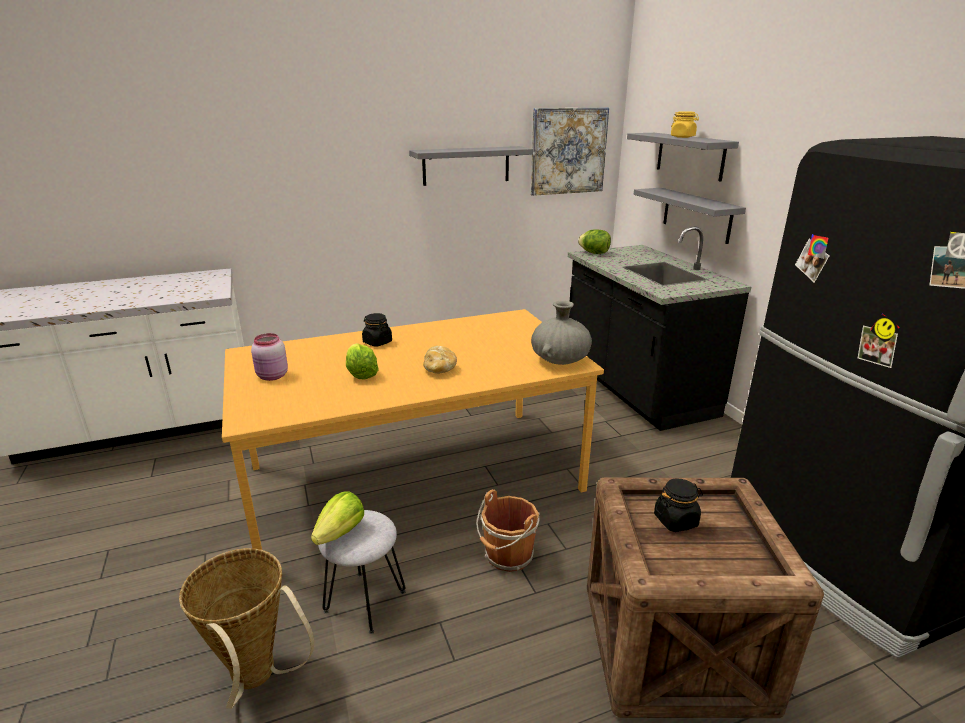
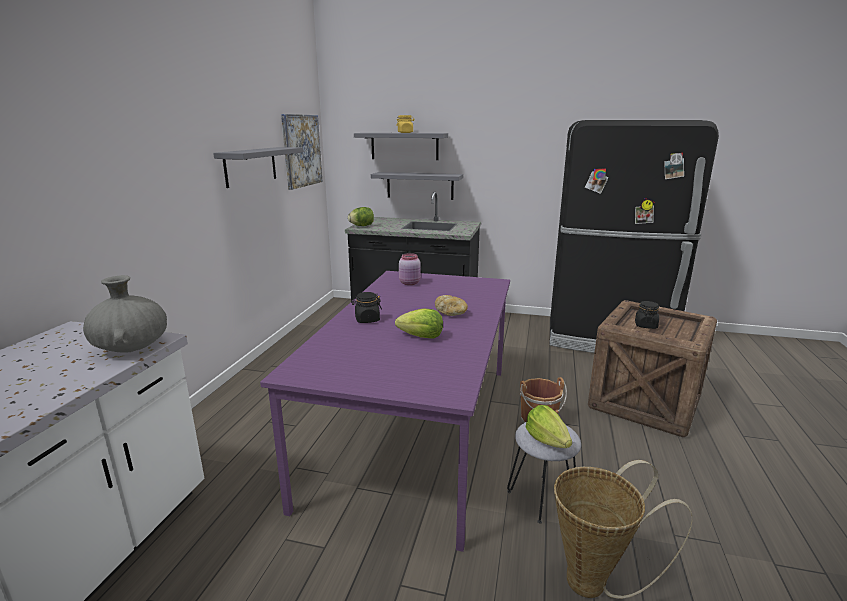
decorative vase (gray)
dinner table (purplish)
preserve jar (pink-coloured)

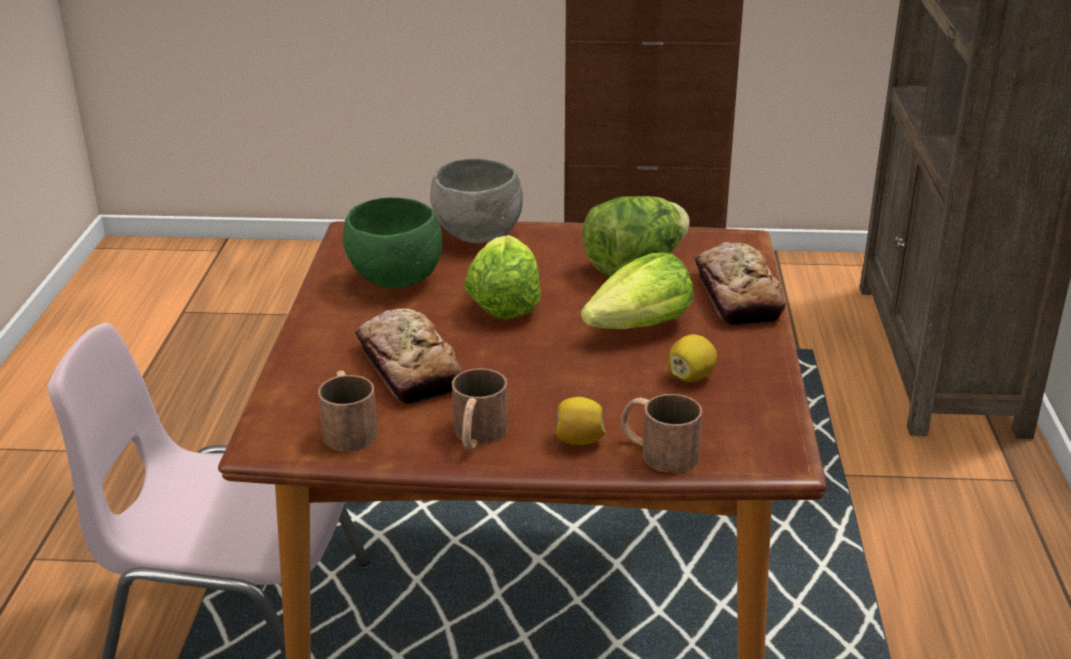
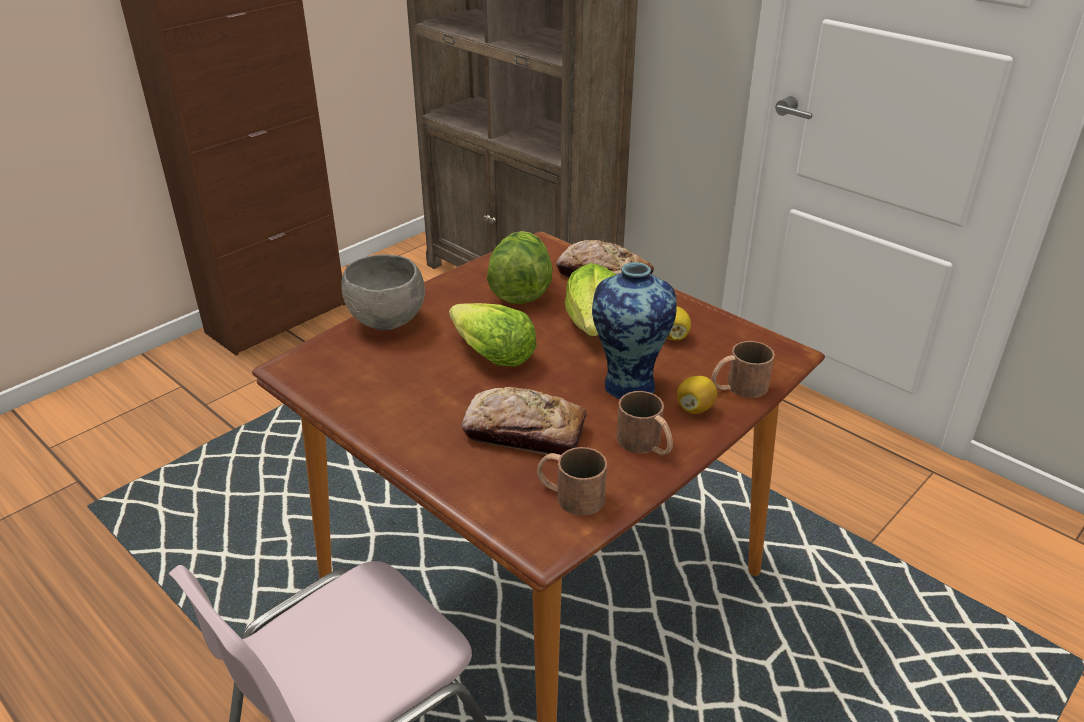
decorative vase
deep dish (green)

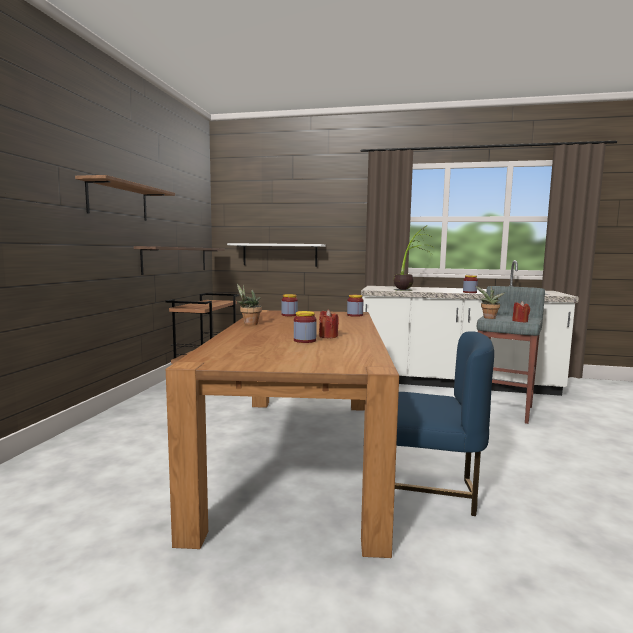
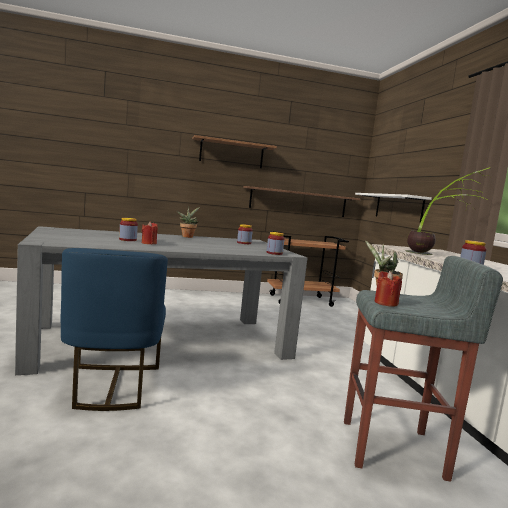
dinner table (gray)

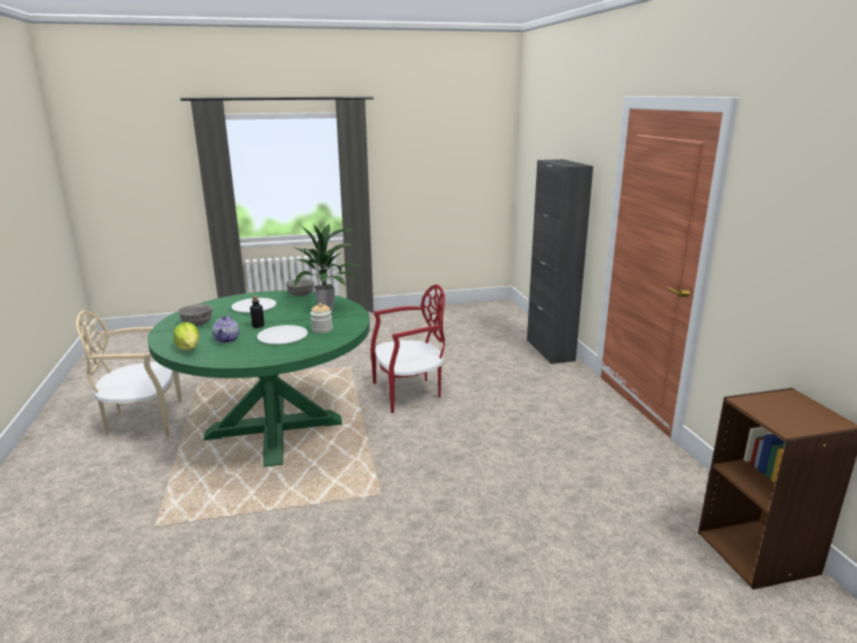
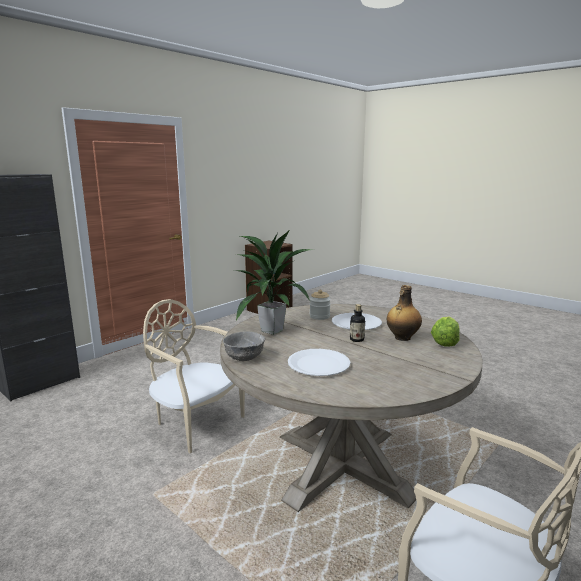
plain chair (sand-coloured) (1st from left)
dinner table (sand-coloured)
drink bottle (2nd from left)
deep dish (gray) (1st from left in the first image)

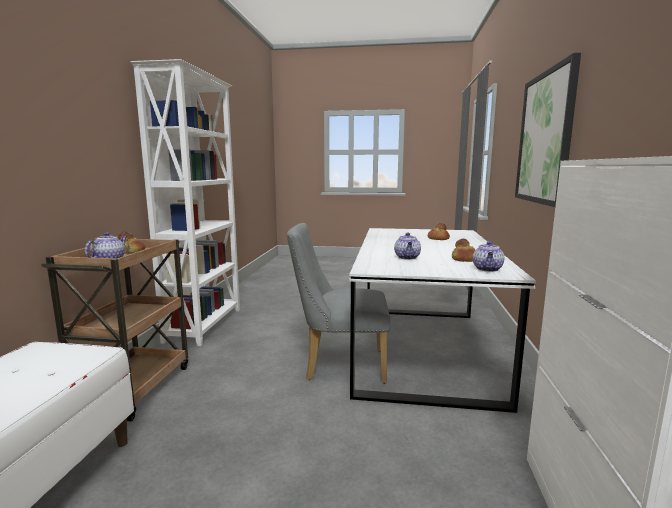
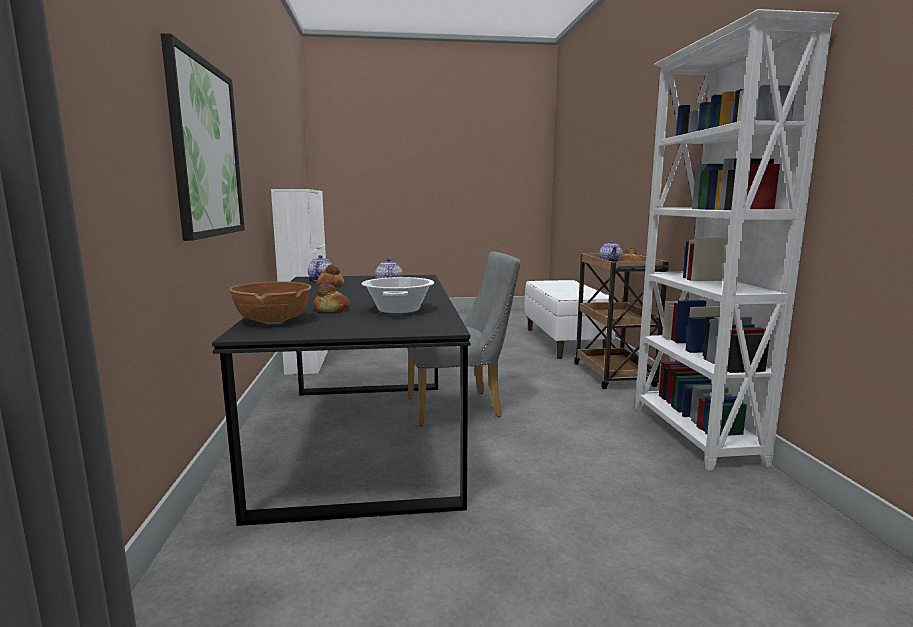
dinner table (blackish)
deep dish (brownish)
cooking pot

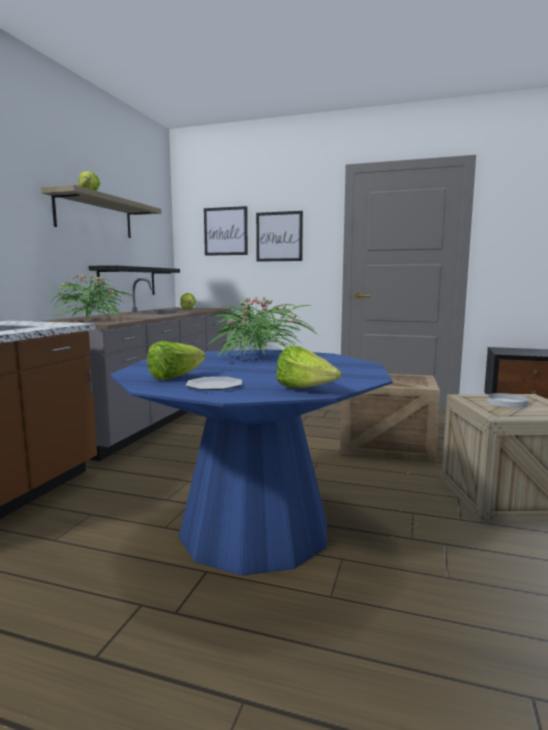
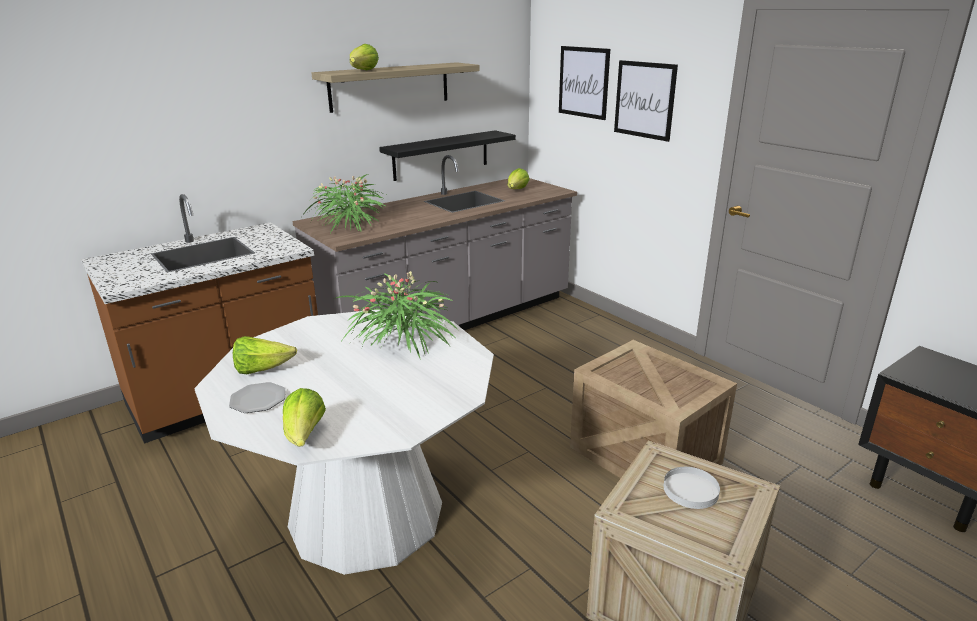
dinner table (whitish)

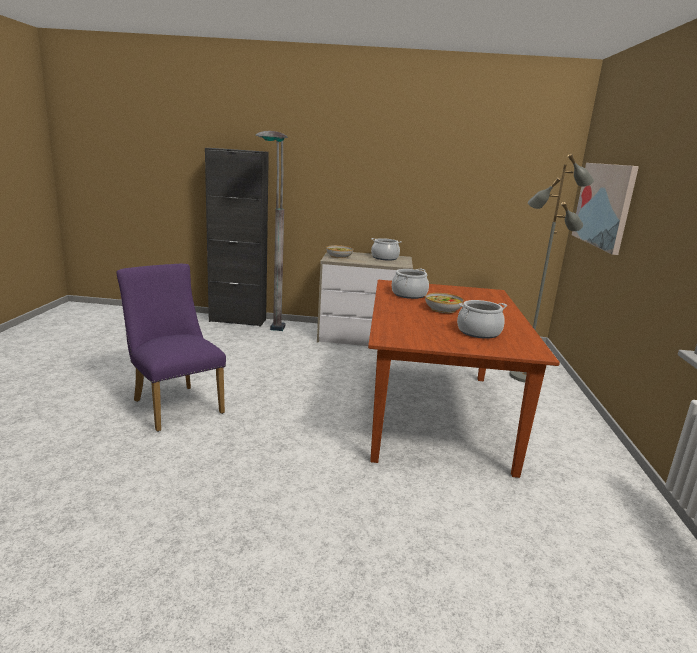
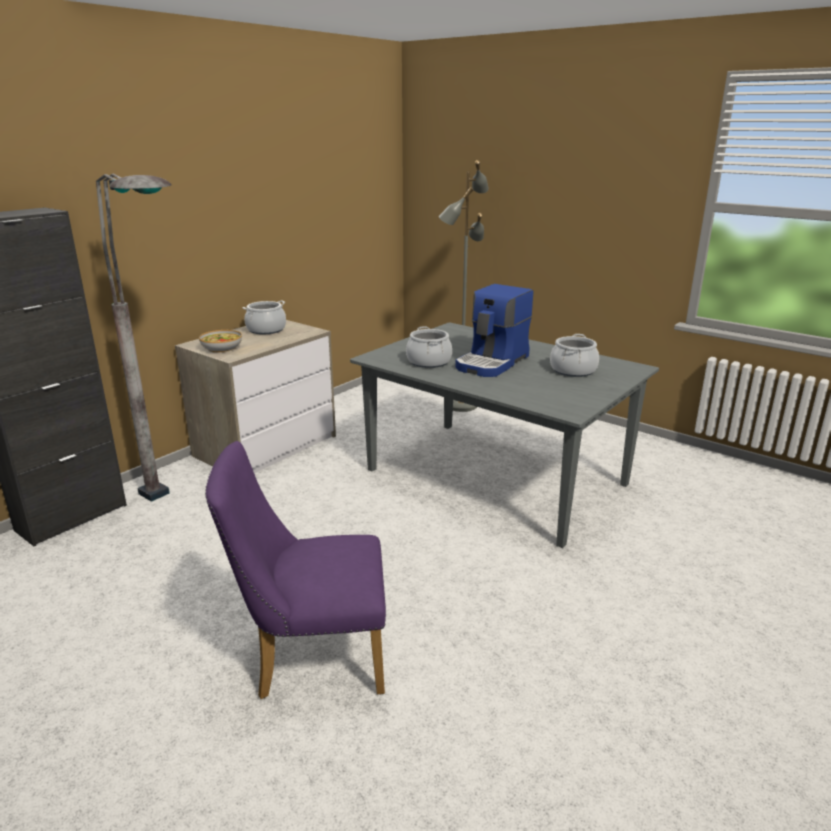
dinner table (gray)
coffee machine
wall art

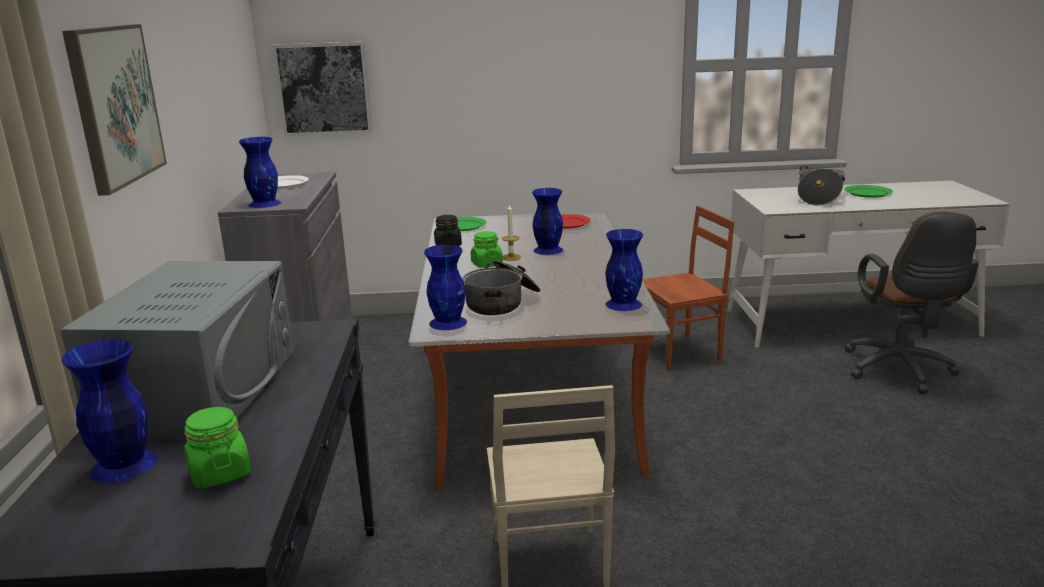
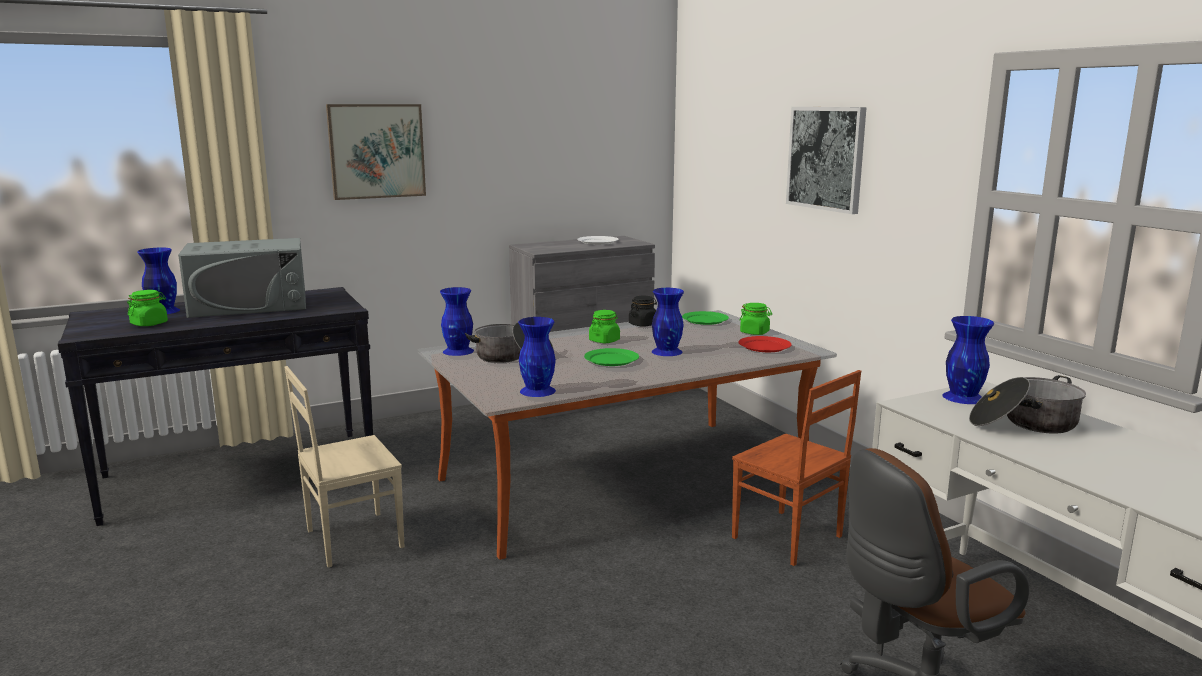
dinner plate (green) (1st from left)
preserve jar (green) (3rd from left)
wall art (2nd from left)
decorative vase (bluish) (5th from left)
candle

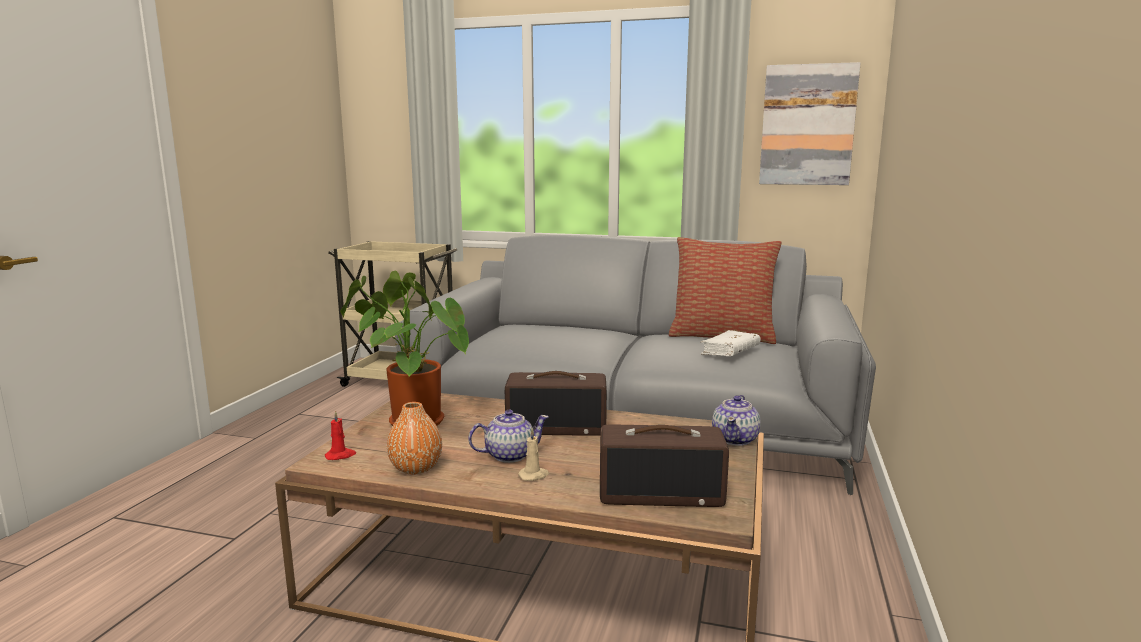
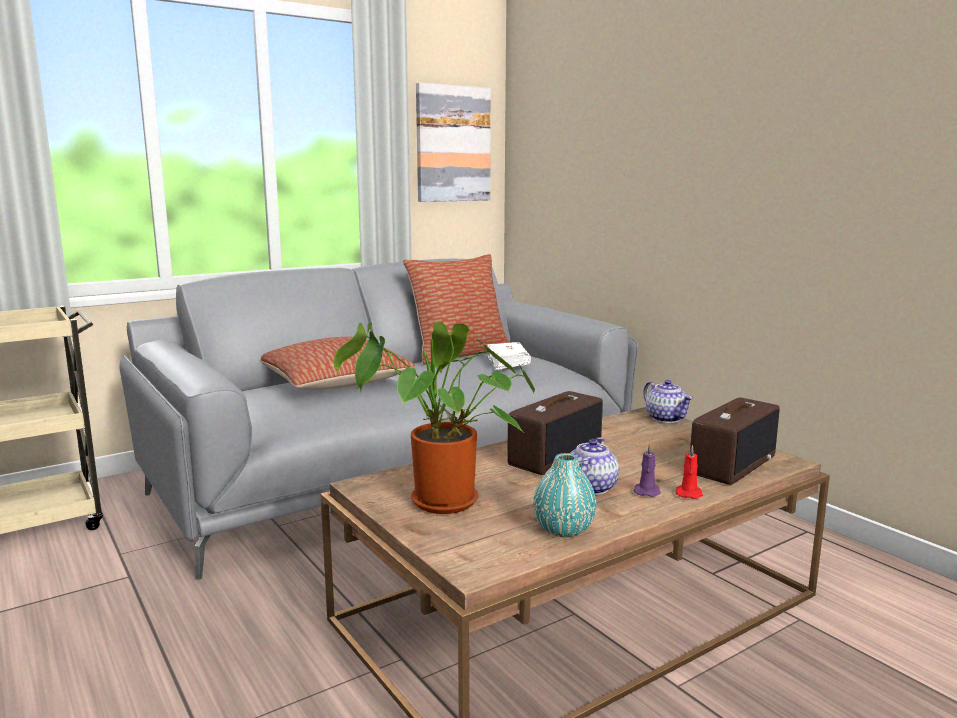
pillow (1st from left)
decorative vase (turquoise)
candle (purplish)
candle (red-coloured)

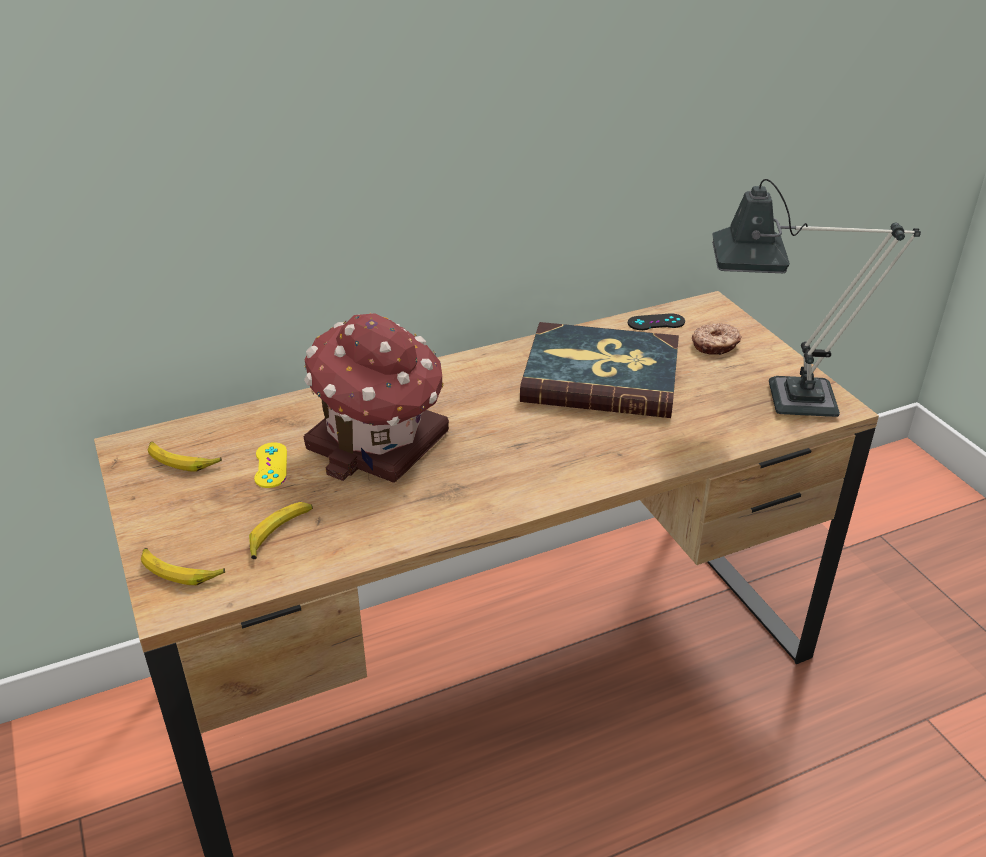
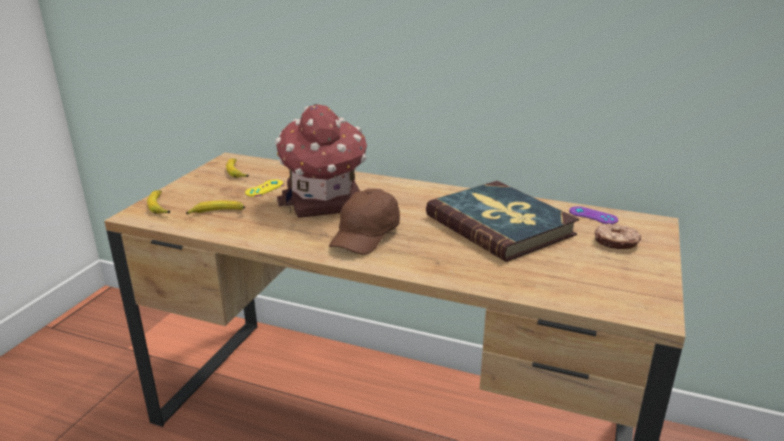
baseball cap (brownish)
game controller (purplish)
lamp for a table

